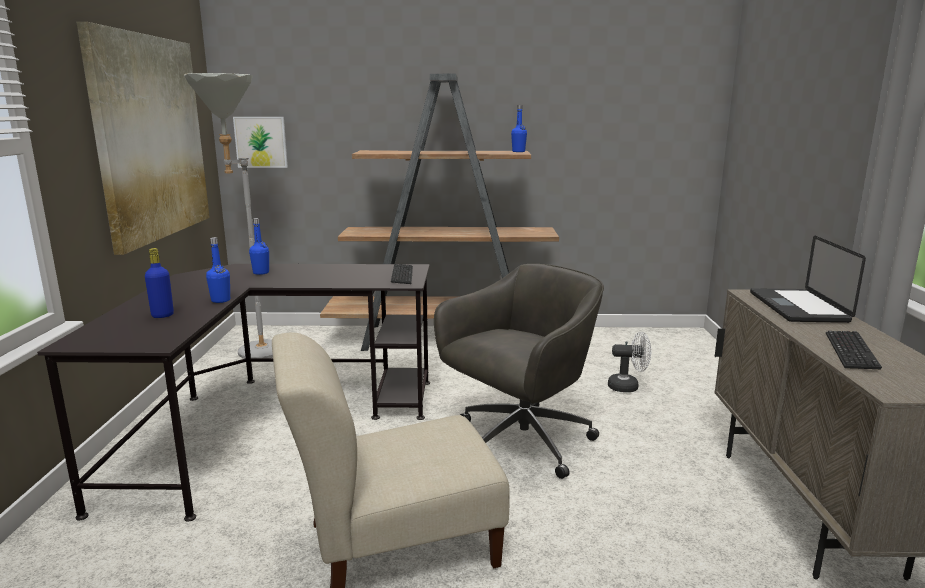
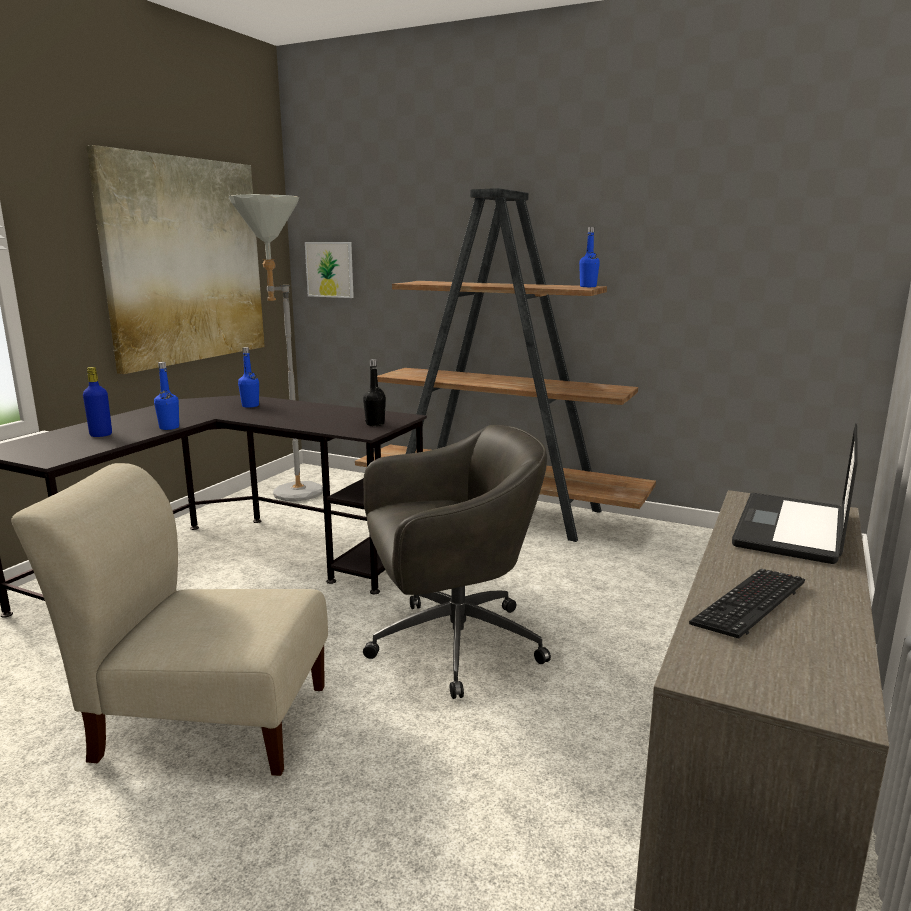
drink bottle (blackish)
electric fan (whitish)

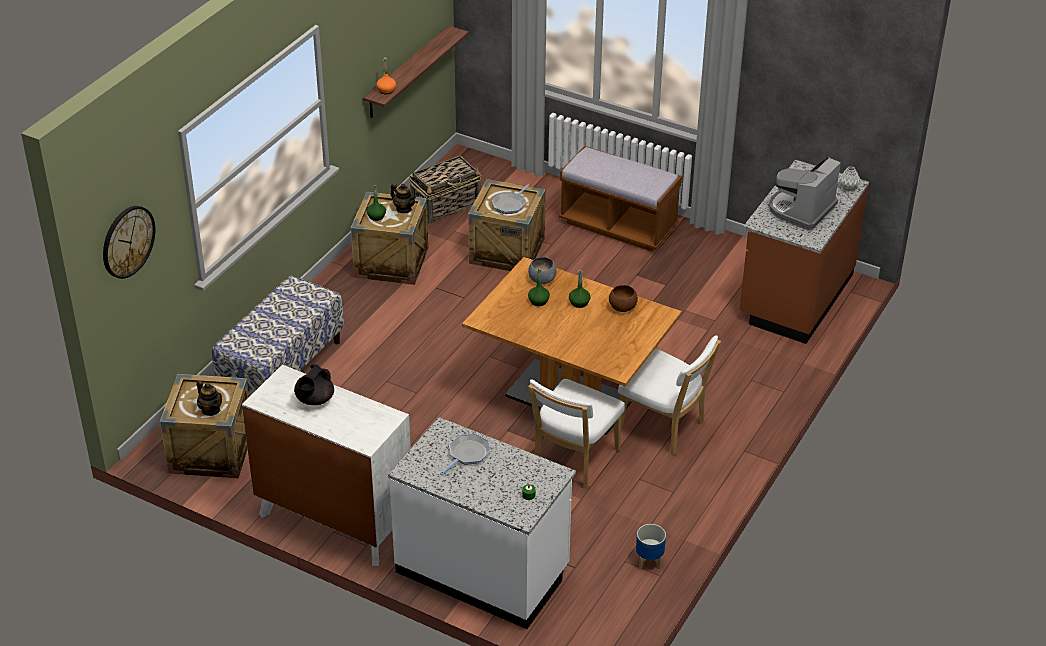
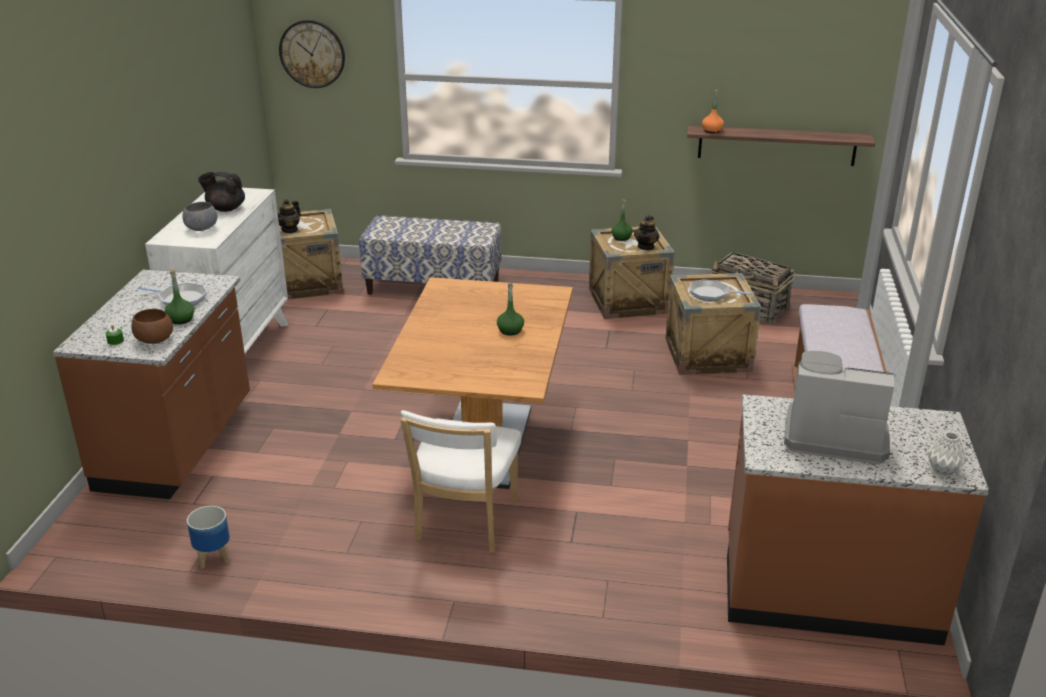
kitchen base unit (brownish) (1st from left)
deep dish (brownish)
drink bottle (green) (1st from left)
deep dish (gray)
plain chair (whitish) (1st from left in the first image)

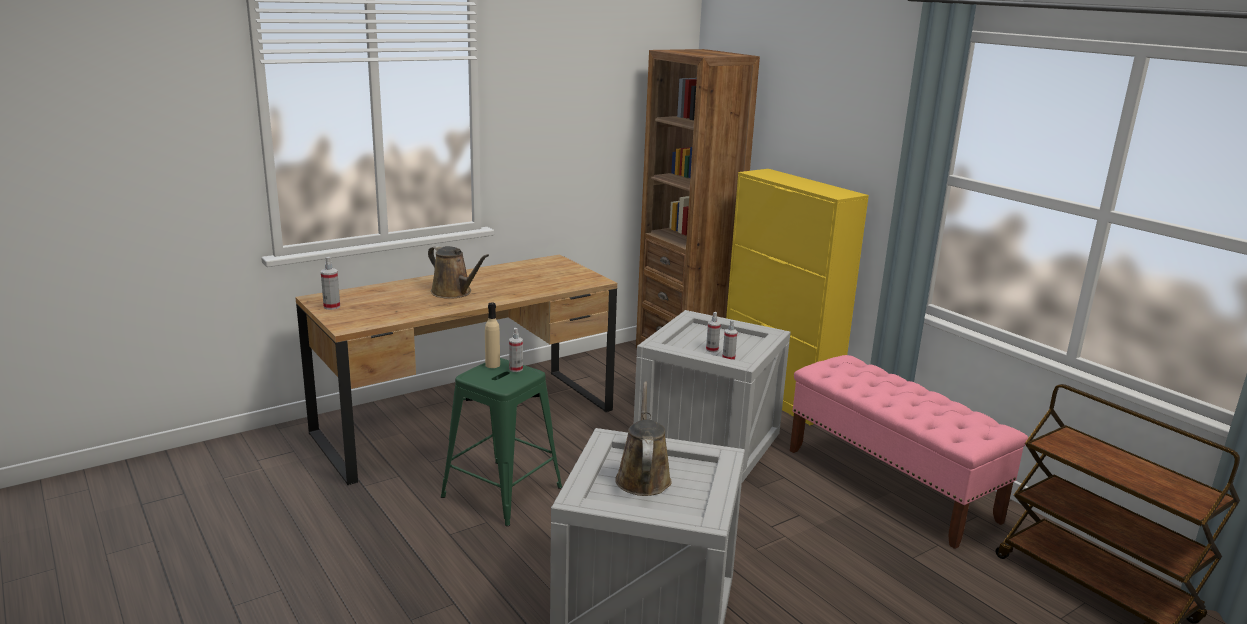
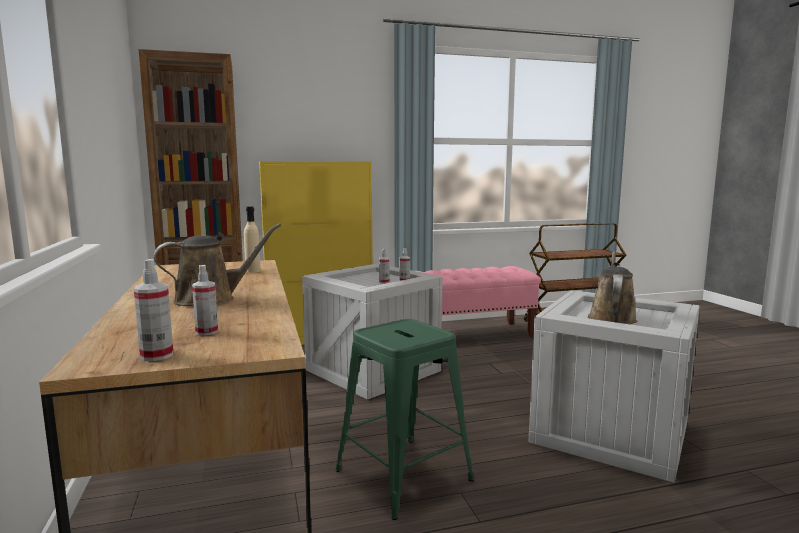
sprayer (2nd from left)
drink bottle (sand-coloured)
watering pot (brownish) (2nd from left)

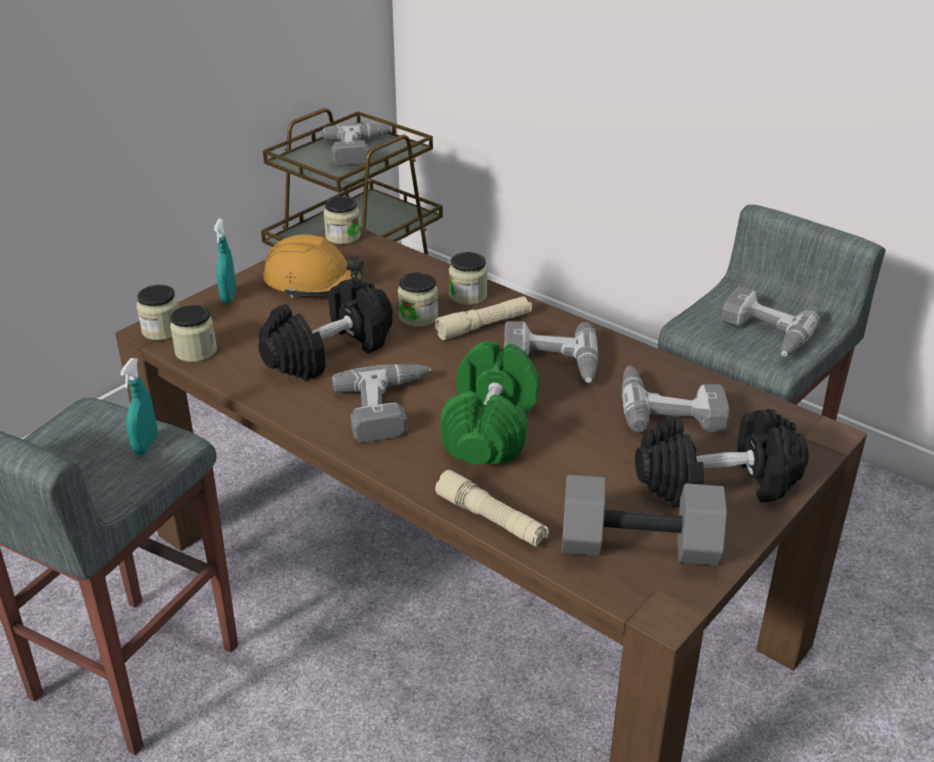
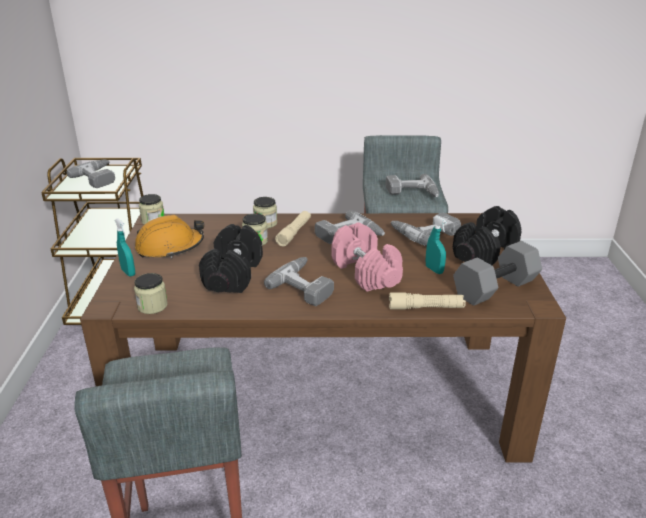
hand weight (pink-coloured)
sprayer (turquoise) (2nd from left)
preserve jar (1st from left in the first image)

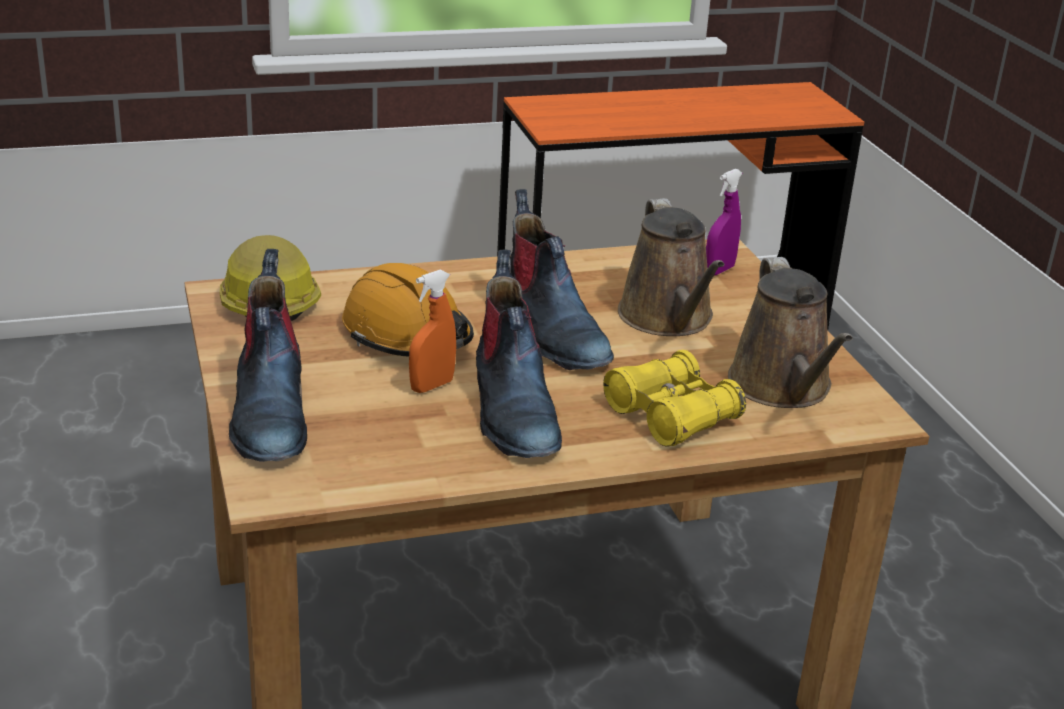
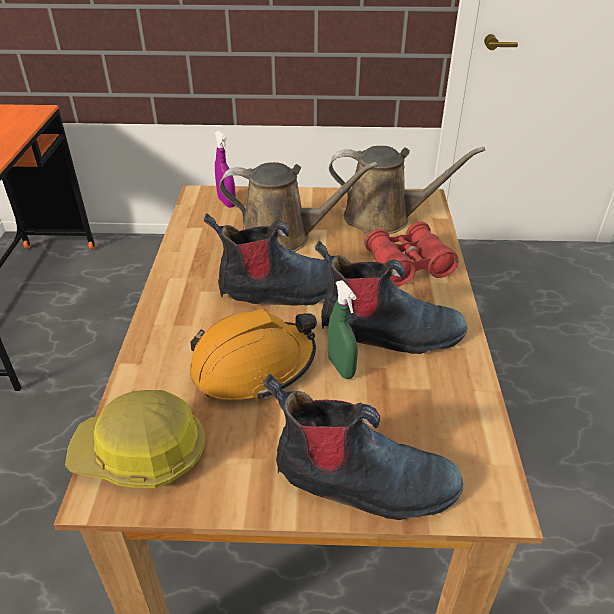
sprayer (green)
pair of binoculars (red-coloured)

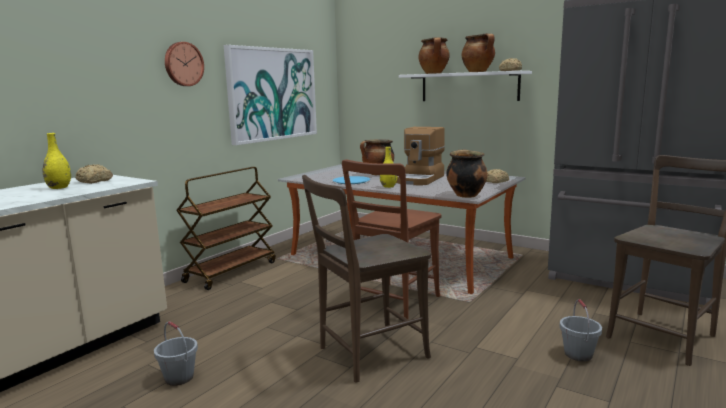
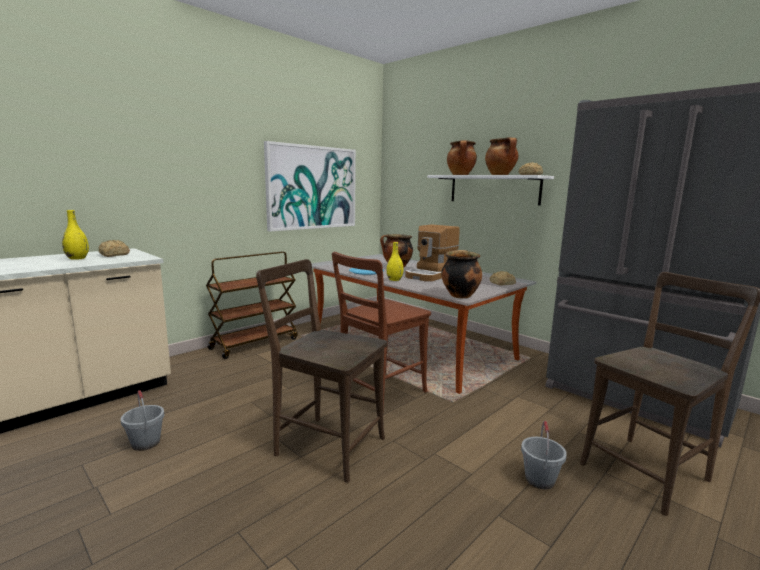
plain chair (brownish) (1st from left)
hanging clock

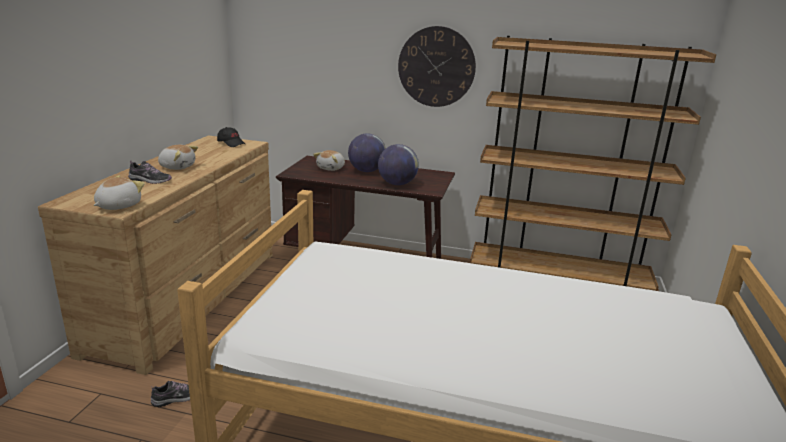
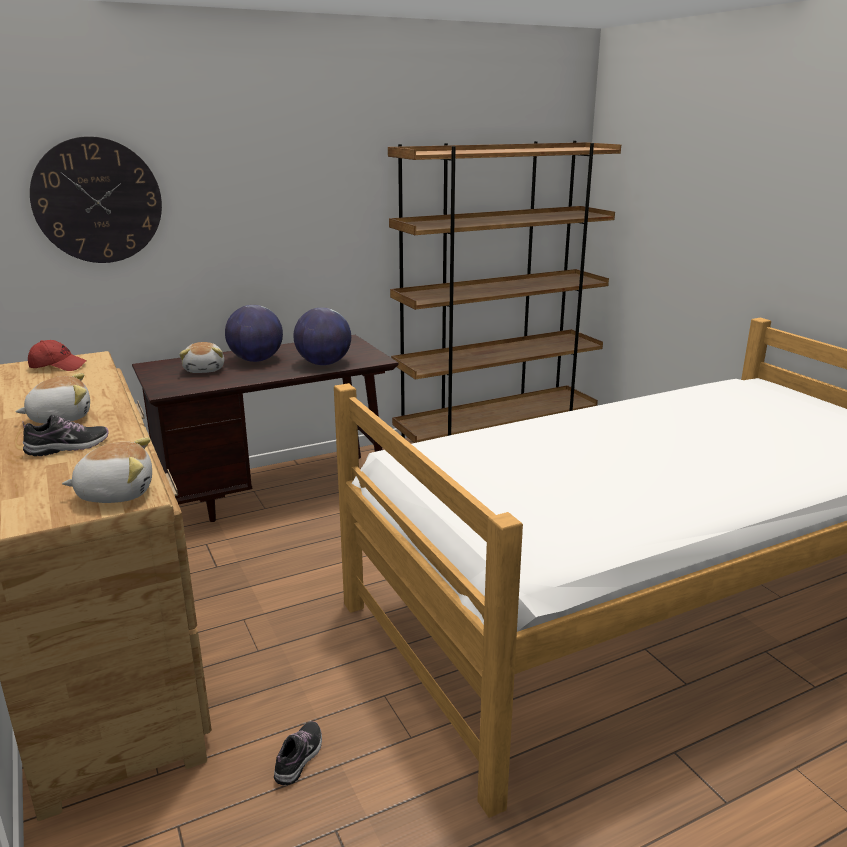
baseball cap (red-coloured)
hanging clock
plush toy (2nd from left)

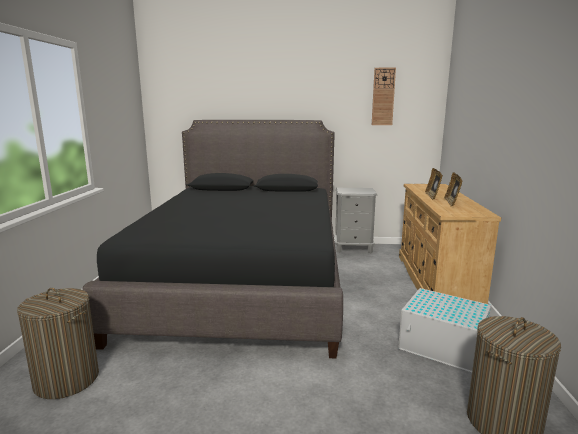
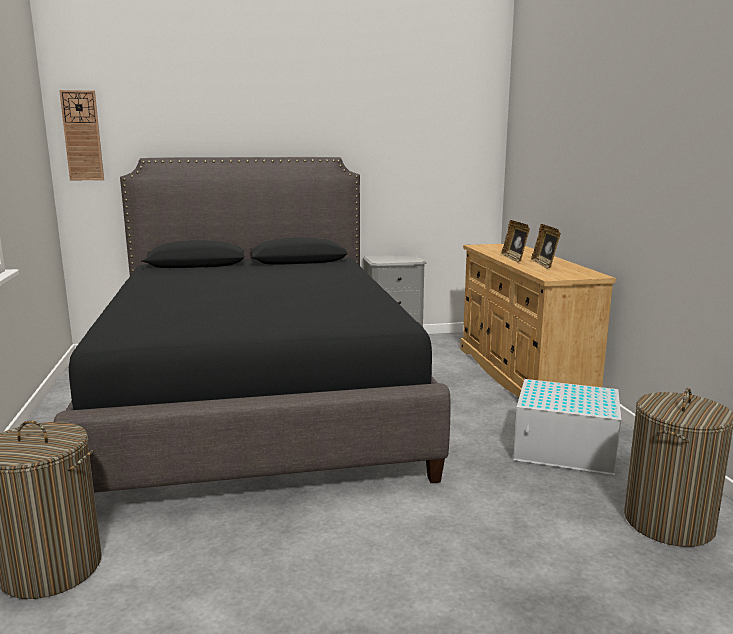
hanging clock

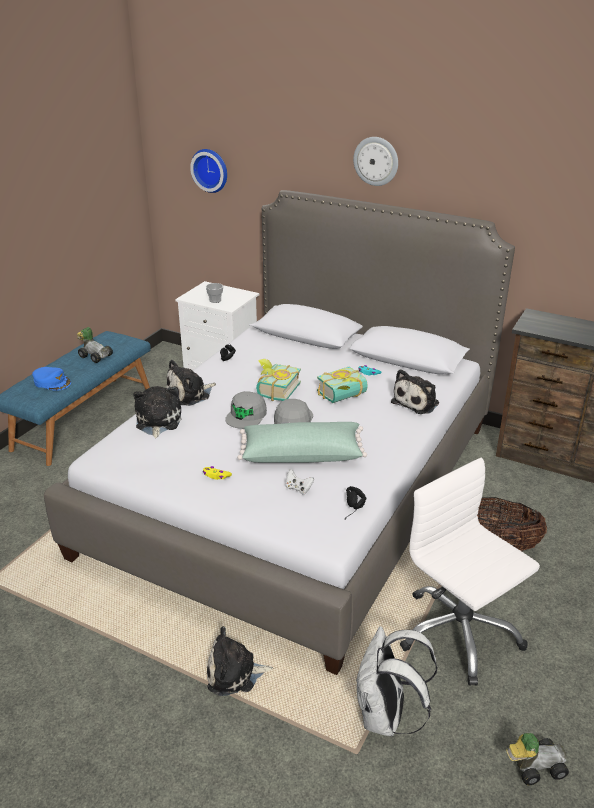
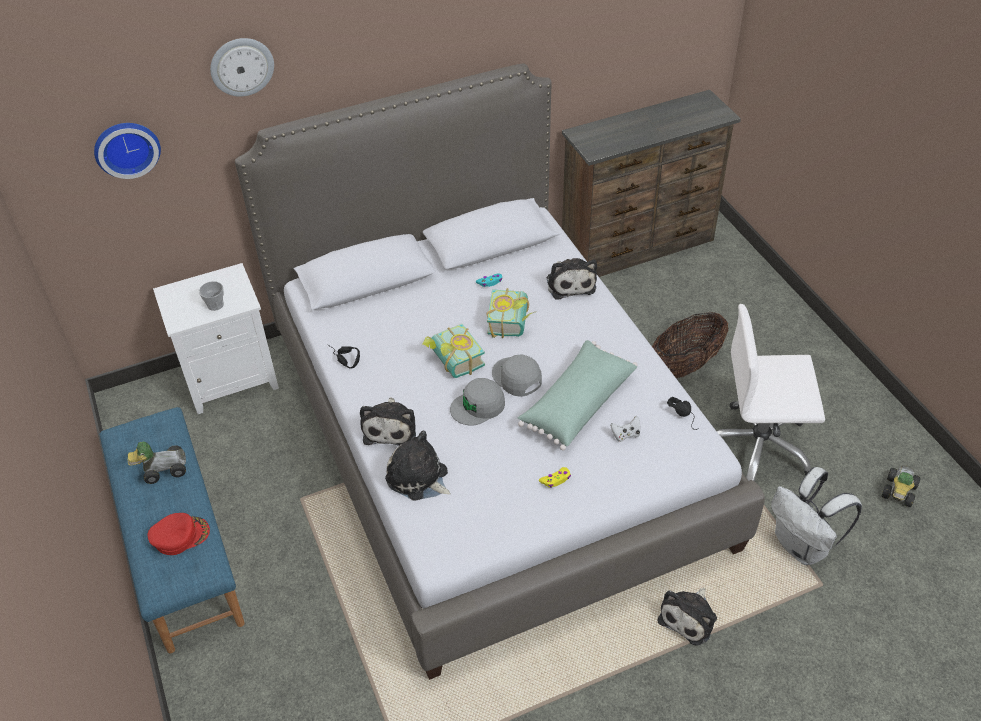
baseball cap (red-coloured)
hanging clock (2nd from left)
baseball cap (gray) (1st from left)

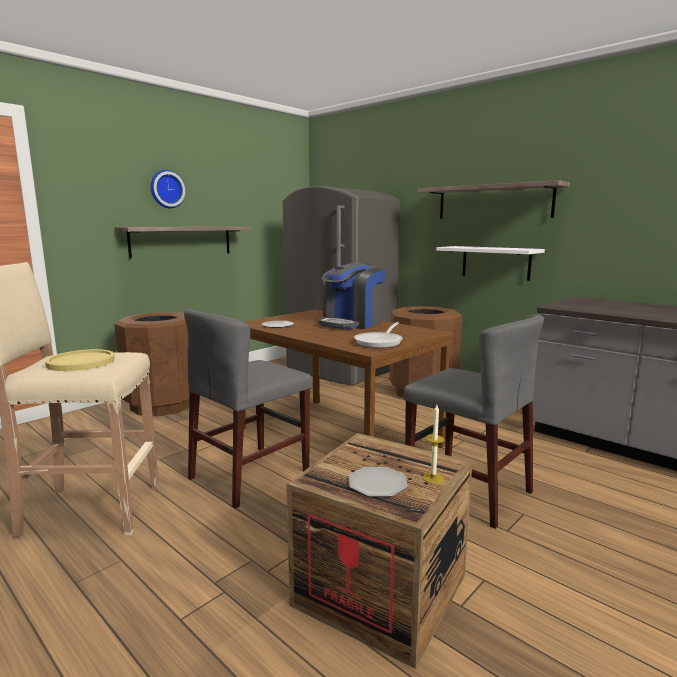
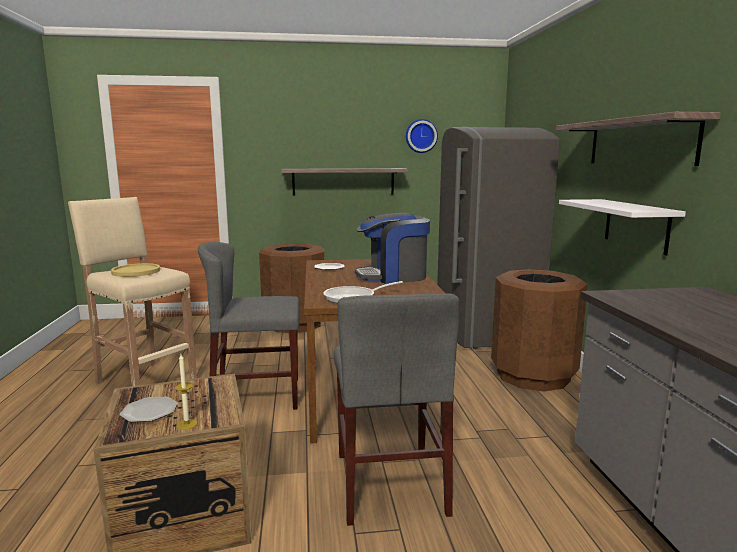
hanging clock

